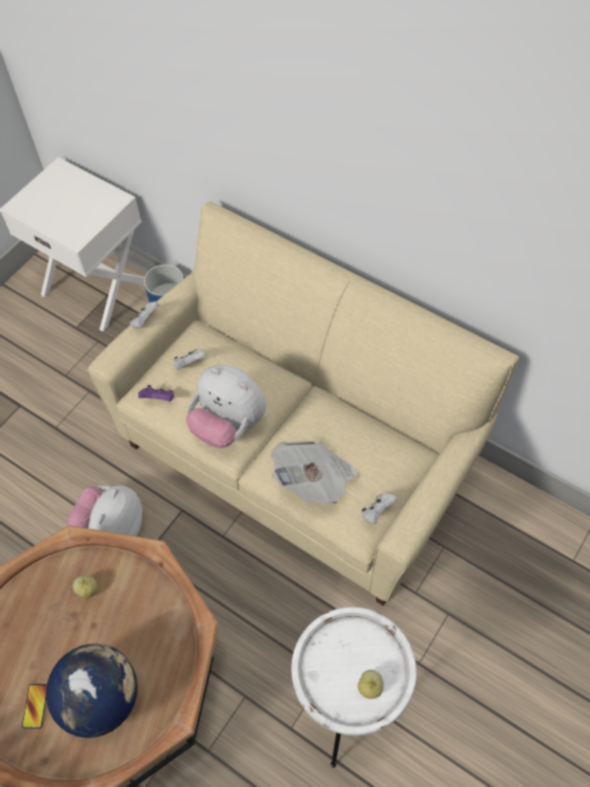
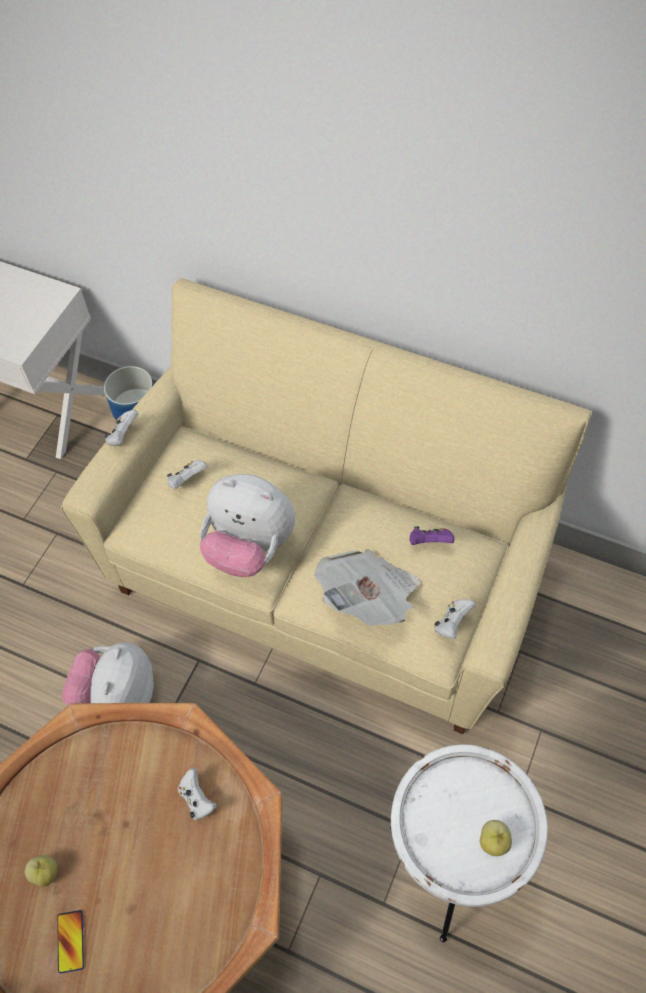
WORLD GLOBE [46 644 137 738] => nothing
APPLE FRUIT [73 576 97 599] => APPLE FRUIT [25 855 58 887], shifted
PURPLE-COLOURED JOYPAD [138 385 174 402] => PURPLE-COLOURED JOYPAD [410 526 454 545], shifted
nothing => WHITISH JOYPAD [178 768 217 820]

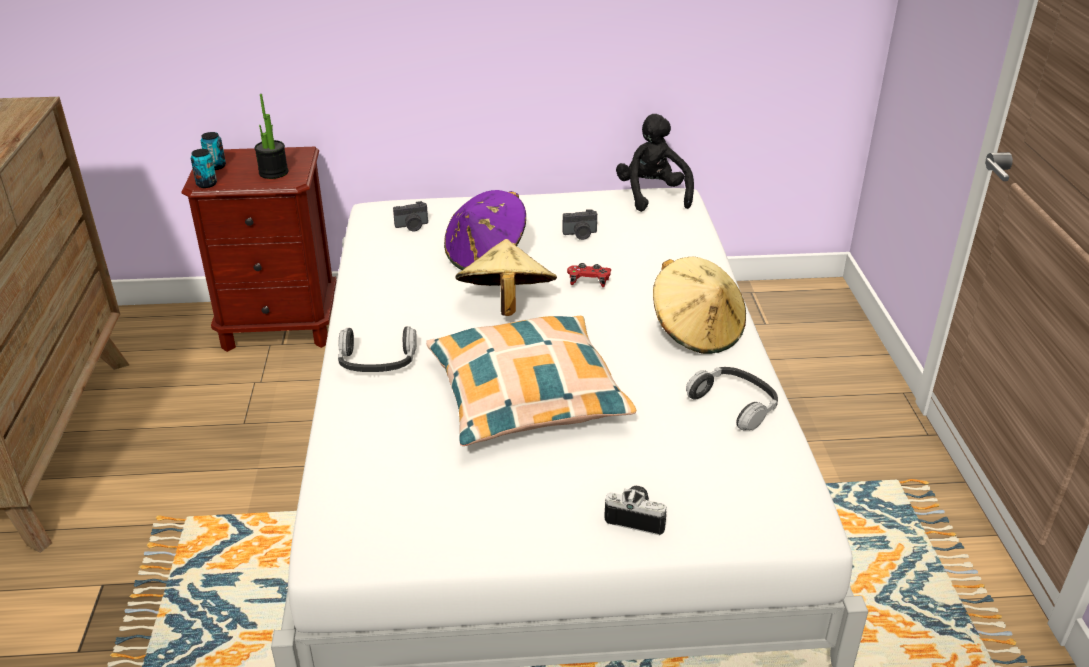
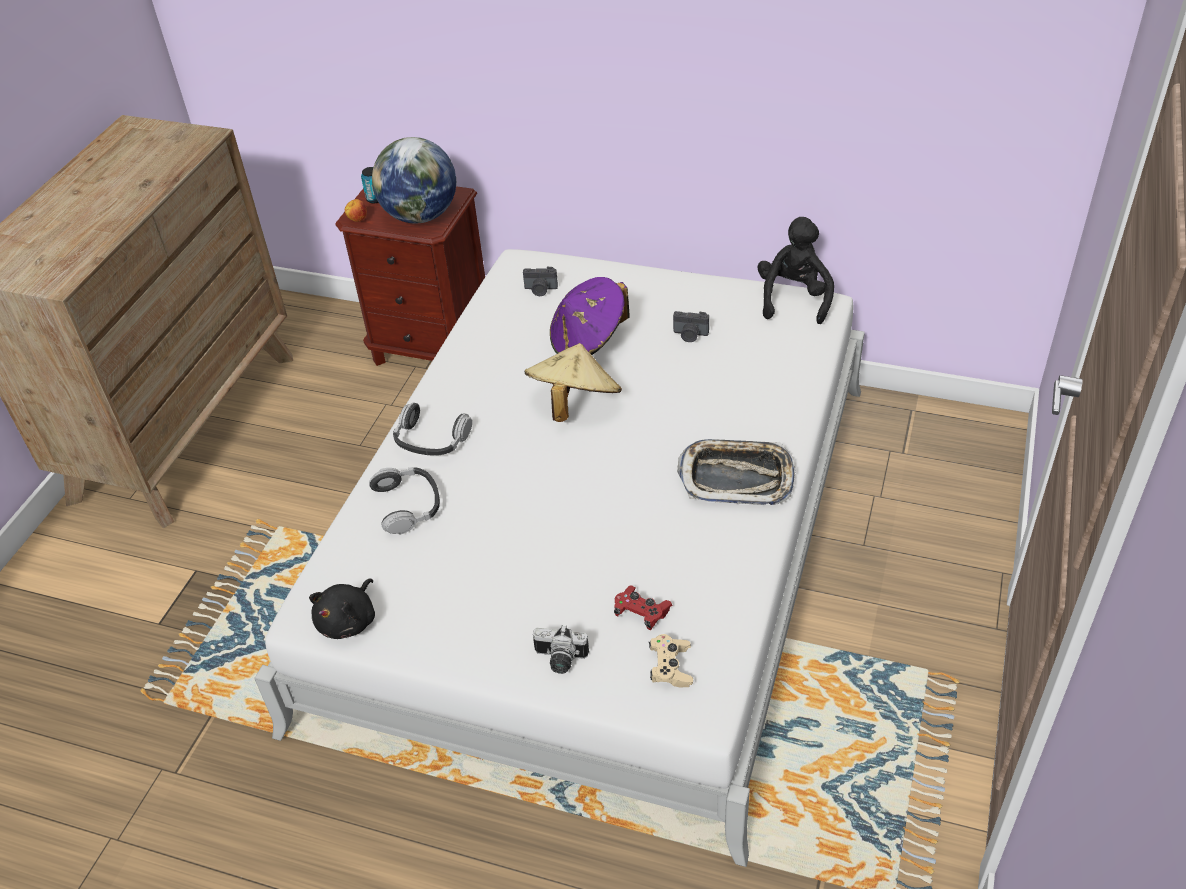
CAN [191 149 217 188] => APPLE FRUIT [345 199 367 222]
HOUSEPLANT [254 94 288 179] => WORLD GLOBE [372 137 456 223]
THROW PILLOW [426 316 636 446] => nothing
REDDISH JOYPAD [567 263 611 287] => REDDISH JOYPAD [614 585 672 630], shifted
STILL CAMERA [604 486 666 535] => STILL CAMERA [533 625 589 674], 150 degrees clockwise
BEIGE WEARABLE HAT [653 257 746 354] => SERVING TRAY [677 439 795 505]
PAIR OF HEADPHONES [686 367 778 431] => PAIR OF HEADPHONES [369 467 440 535], shifted
nothing => BLACKISH SOFT TOY [309 578 375 639]
nothing => BEIGE JOYPAD [649 634 693 687]

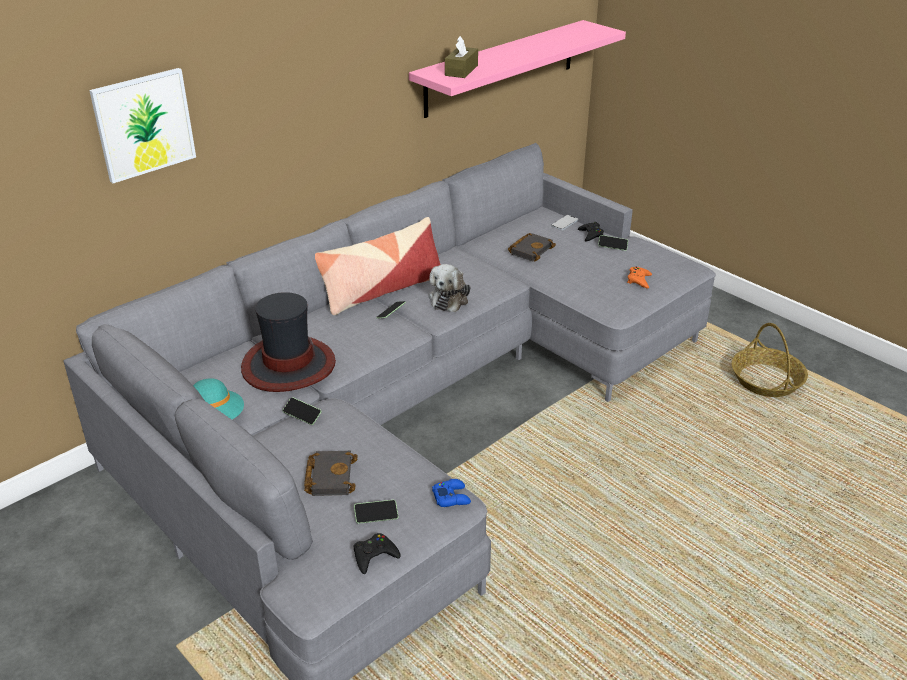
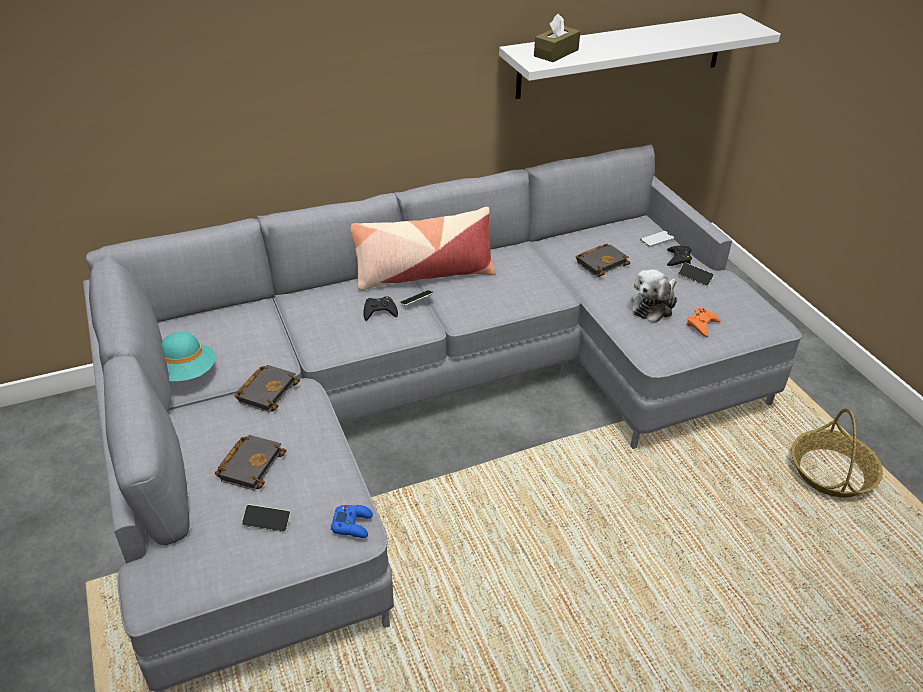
WALL ART [89 68 196 183] => nothing
WEARABLE HAT [241 292 336 392] => nothing
HANDSET [283 397 322 425] => BLACKISH BOUND BOOK [235 365 300 412]
BLACKISH JOYPAD [353 533 400 574] => BLACKISH JOYPAD [363 296 398 321], shifted
PINK BRACKET SHELF [409 20 626 118] => WHITISH BRACKET SHELF [499 13 781 99]
SOFT TOY [428 264 470 312] => SOFT TOY [631 269 677 323], shifted

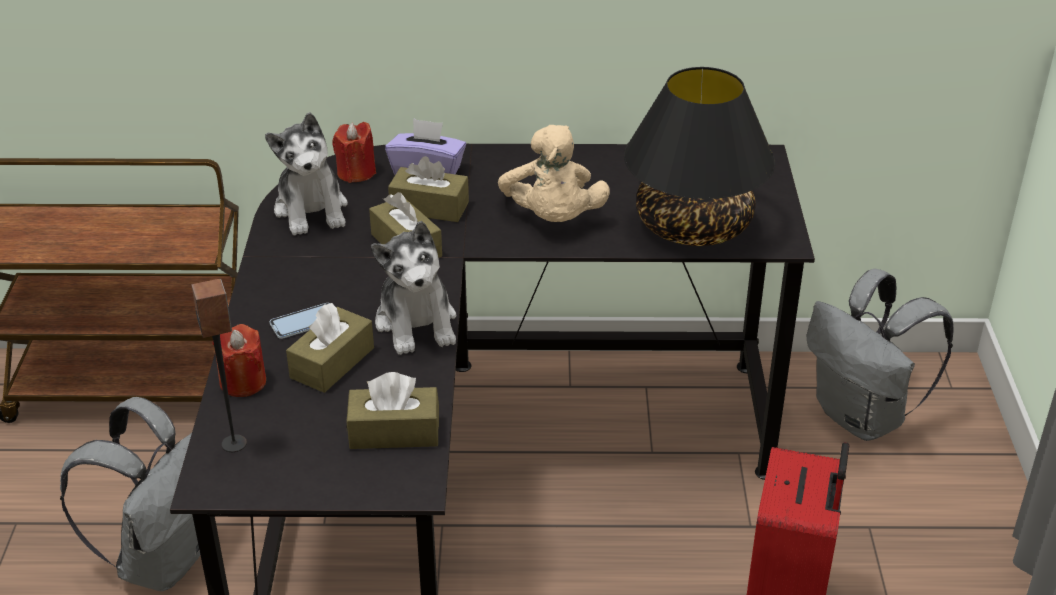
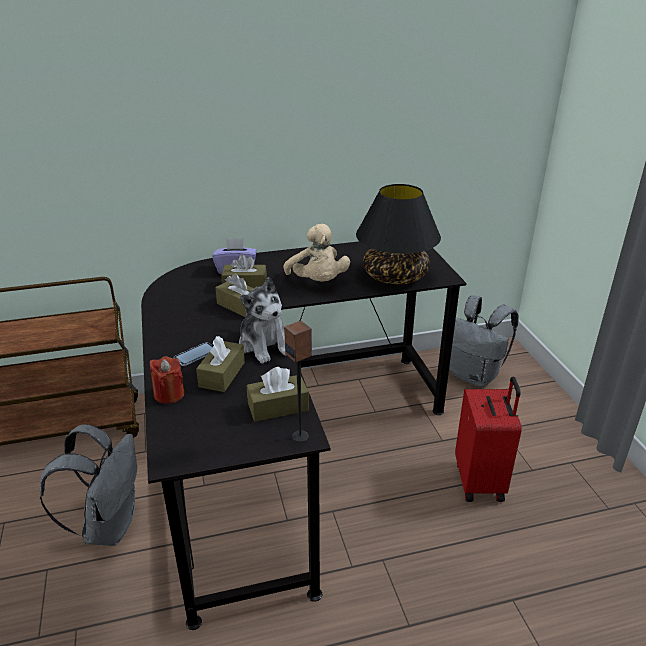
AUDIO SPEAKER [191 279 247 452] => AUDIO SPEAKER [284 321 312 442], shifted
SOFT TOY [265 112 348 235] => nothing
REDDISH CANDLE [332 122 376 183] => nothing

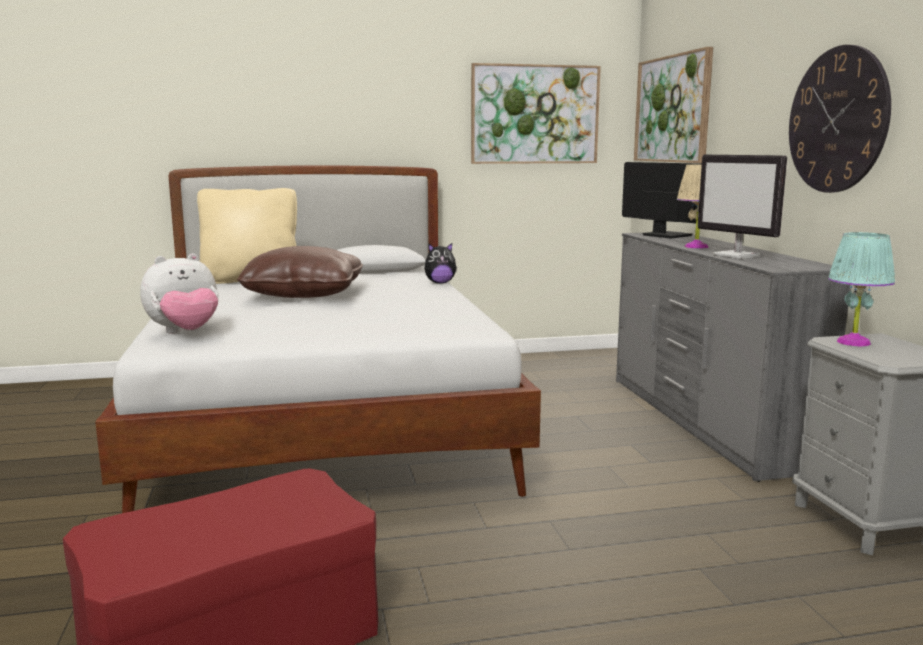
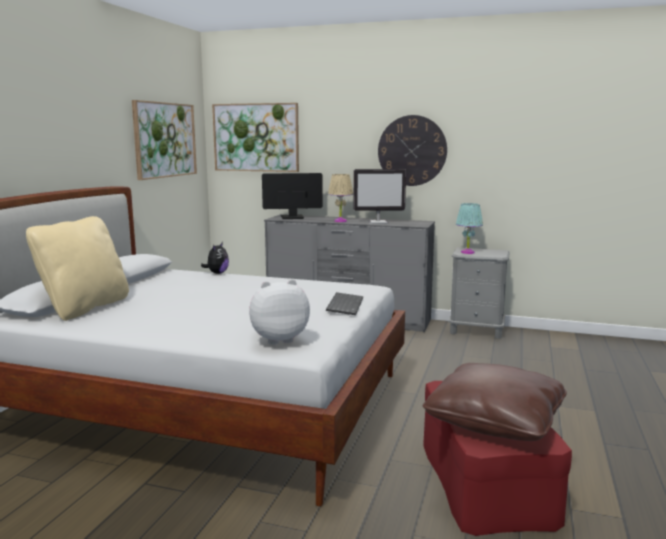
SOFT TOY [140 254 219 334] => SOFT TOY [249 279 310 345], 105 degrees counterclockwise
BROWN THROW PILLOW [237 246 363 298] => BROWN THROW PILLOW [423 363 567 441], shifted
nothing => KEYBOARD [326 292 363 315]

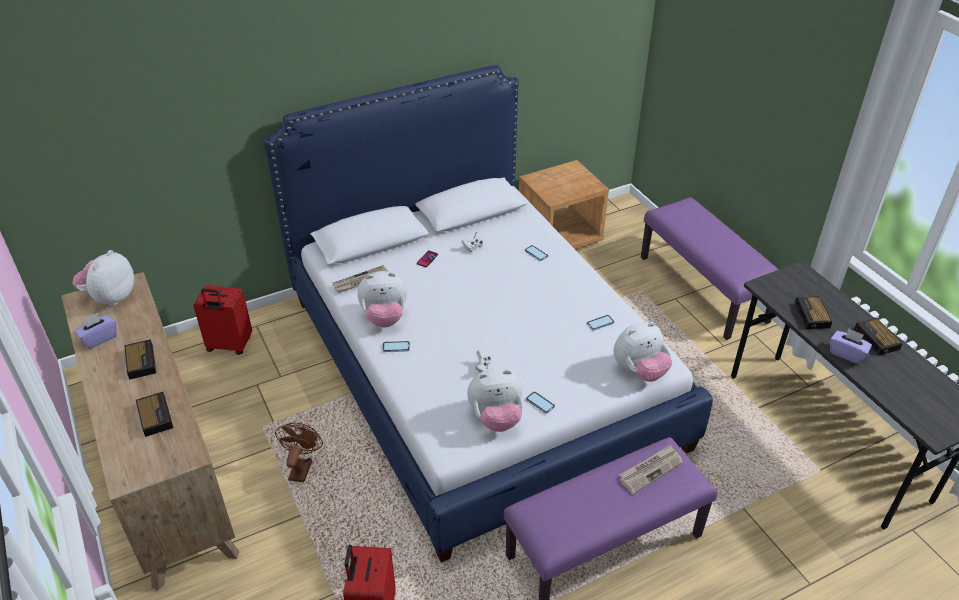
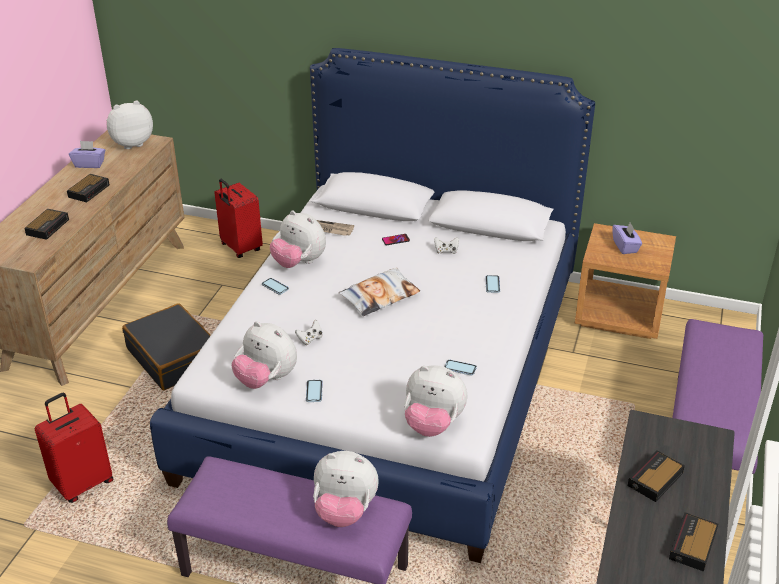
BROWN ELECTRIC FAN [275 423 323 482] => BLACKISH TRAVEL CASE [122 303 211 390]
NEWSPAPER [619 444 683 494] => SOFT TOY [313 451 379 527]
PURPLE-COLOURED TISSUE HOLDER [830 328 872 364] => PURPLE-COLOURED TISSUE HOLDER [613 223 642 254], shifted
nothing => THROW PILLOW [339 268 420 316]

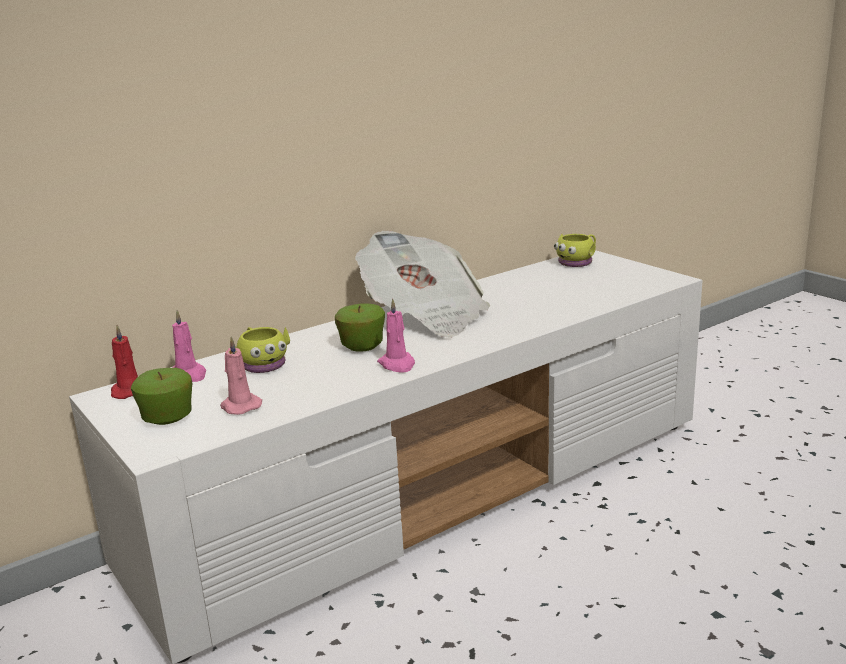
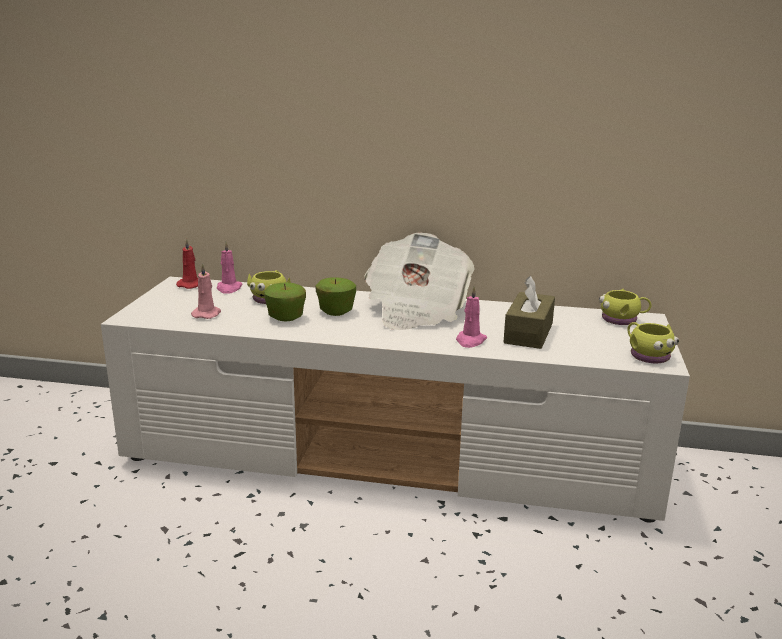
APPLE FRUIT [131 368 192 425] => APPLE FRUIT [264 282 306 321], shifted
PINK CANDLE [377 298 415 373] => PINK CANDLE [456 286 487 348], shifted
nothing => BROWN TISSUE HOLDER [503 276 555 349]
nothing => YELLOWISH COFFEE MUG [627 322 679 363]

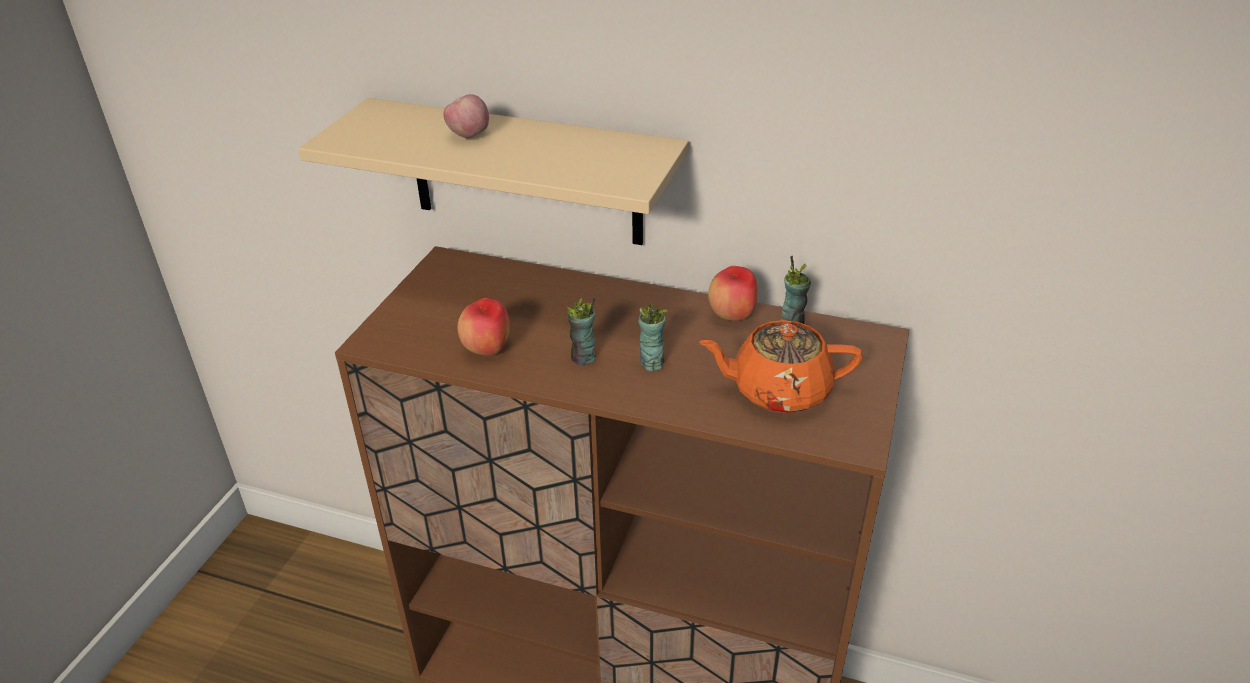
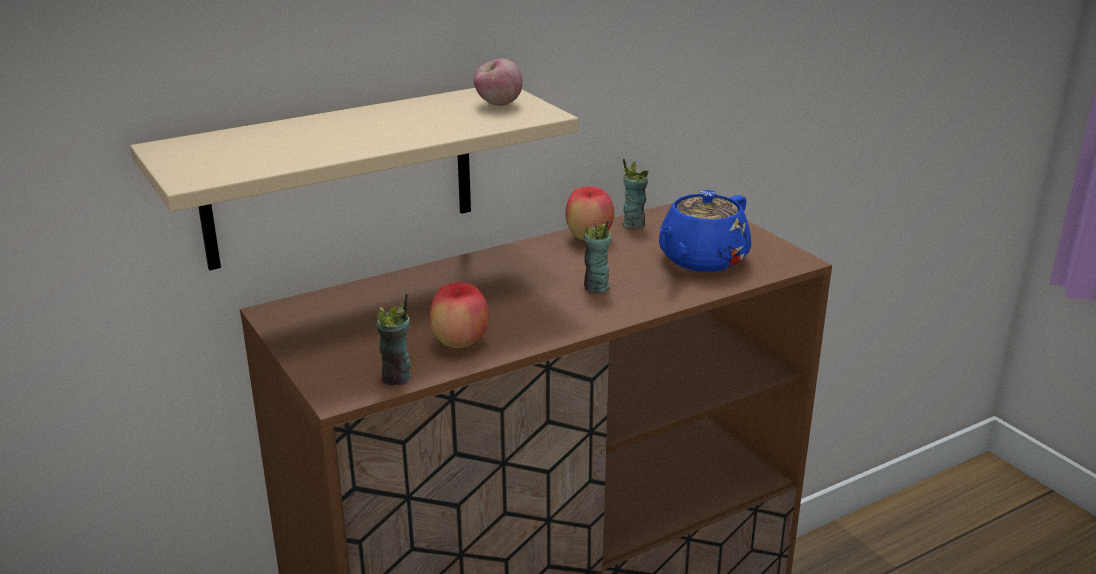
APPLE FRUIT [443 94 489 138] => APPLE FRUIT [474 58 523 106], shifted
DRINKING CUP [567 297 596 366] => DRINKING CUP [376 294 411 385], shifted
ORANGE TEA POT [699 320 863 413] => BLUISH TEA POT [659 190 751 272]

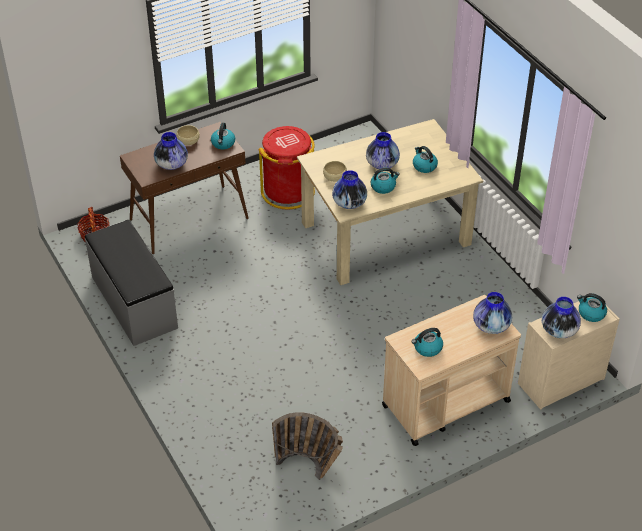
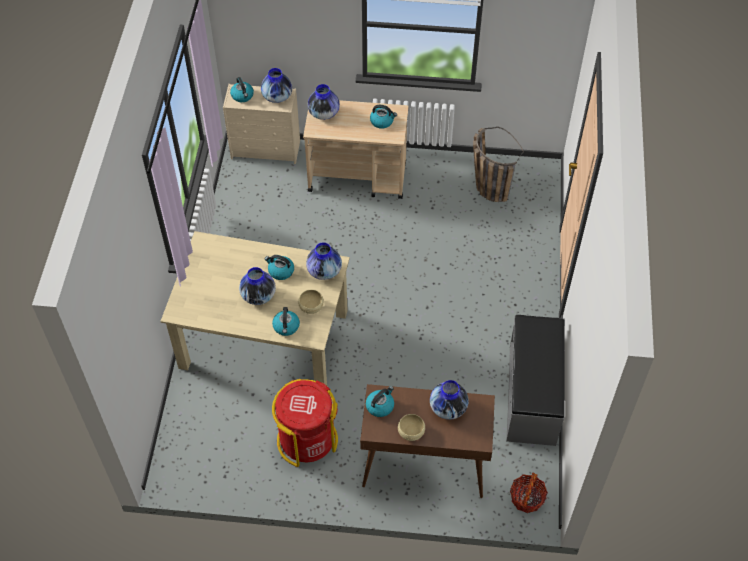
TEA KETTLE [413 146 438 173] => TEA KETTLE [272 307 300 336], shifted

